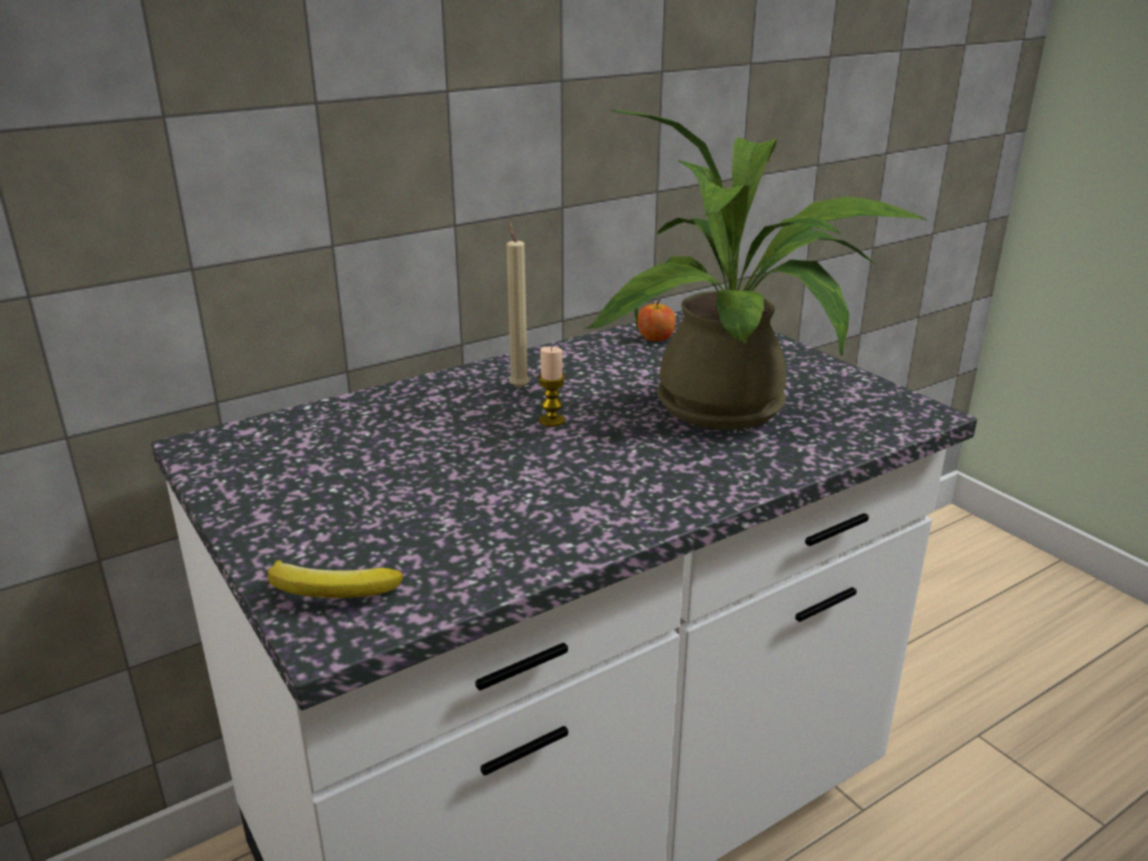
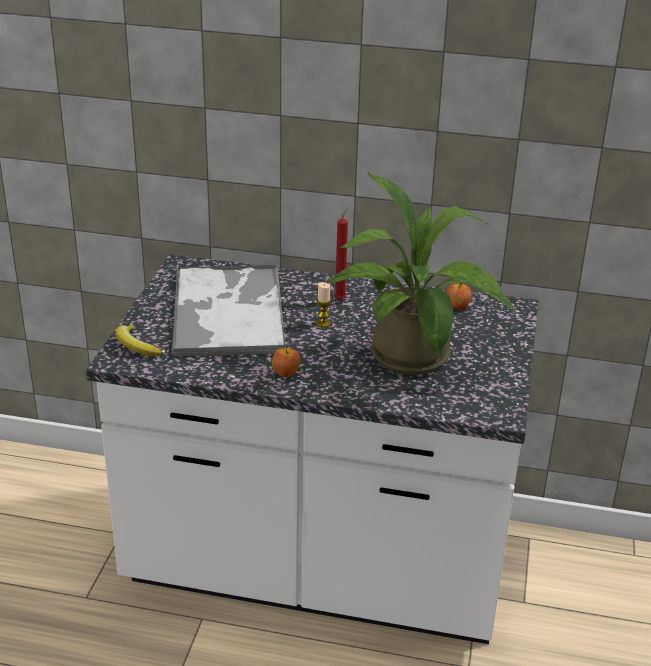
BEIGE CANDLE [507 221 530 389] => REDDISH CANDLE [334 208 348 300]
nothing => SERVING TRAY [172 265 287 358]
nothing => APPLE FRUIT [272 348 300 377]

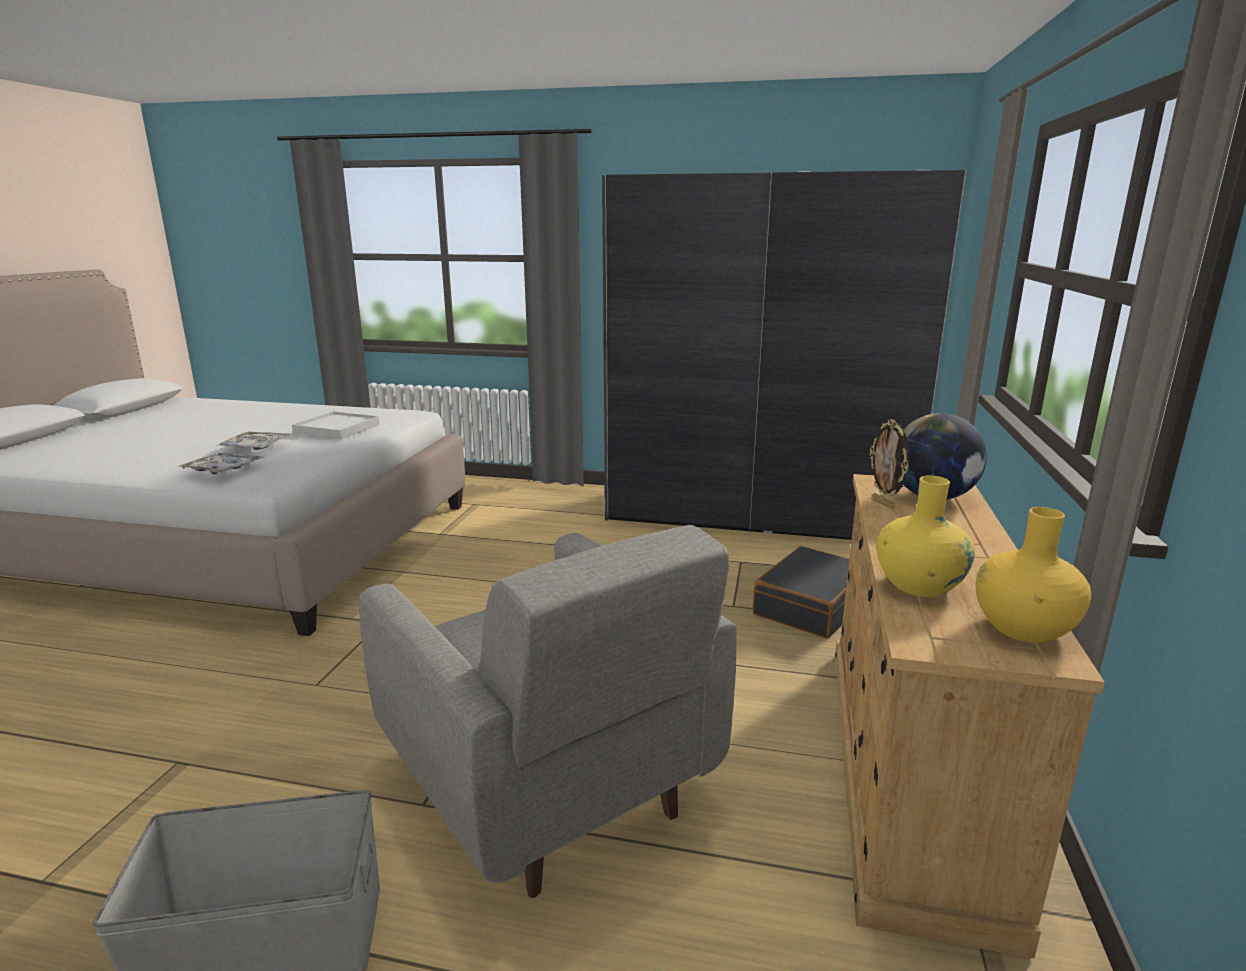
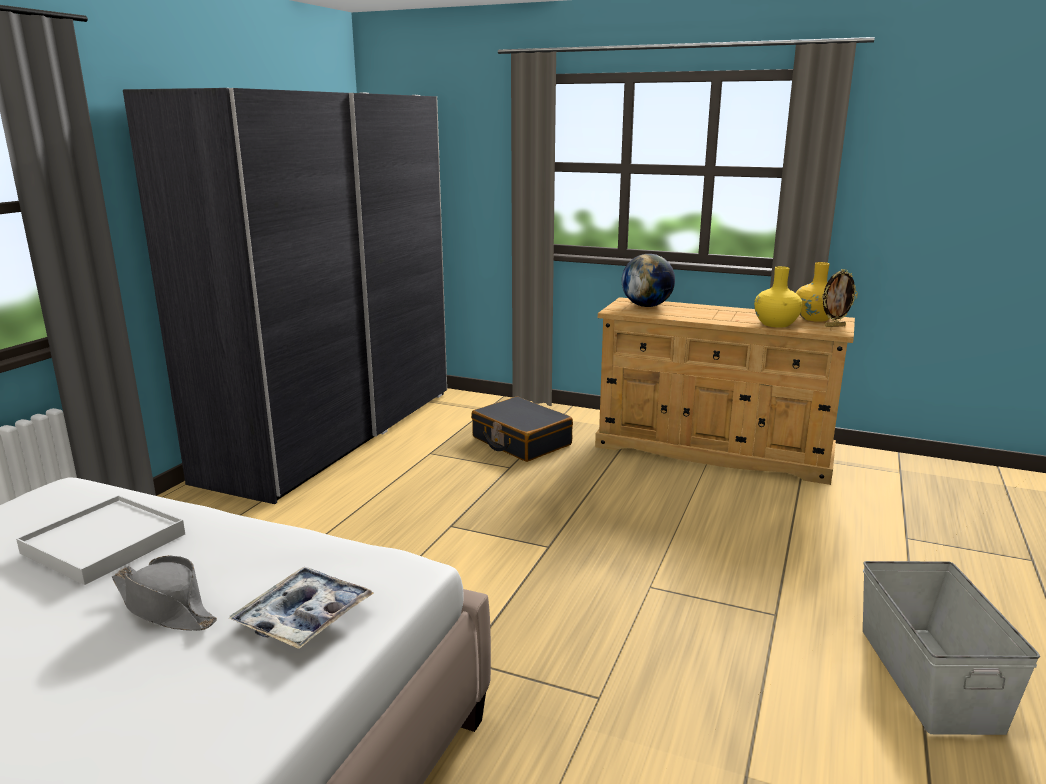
SERVING TRAY [217 432 291 450] => GREYISH WEARABLE HAT [112 555 217 631]
GREYISH EASY CHAIR [359 525 737 898] => nothing
PHOTO FRAME [870 419 909 509] => PHOTO FRAME [822 269 858 327], shifted

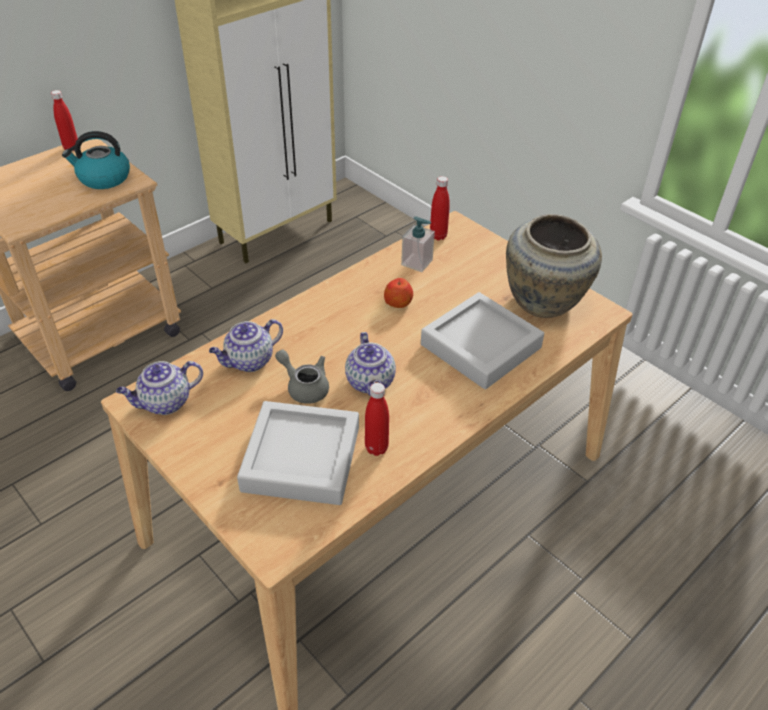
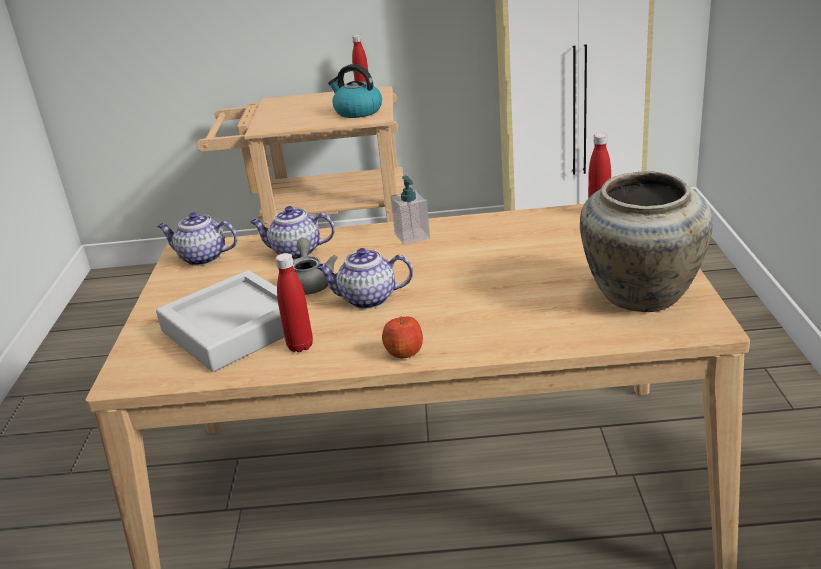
TEA POT [345 332 396 396] => TEA POT [316 248 413 309], 60 degrees clockwise
APPLE FRUIT [384 278 413 308] => APPLE FRUIT [382 316 423 358], shifted
SOAP DISPENSER [401 216 435 272] => SOAP DISPENSER [391 176 430 245], shifted
GREYISH SERVING TRAY [421 292 544 389] => nothing

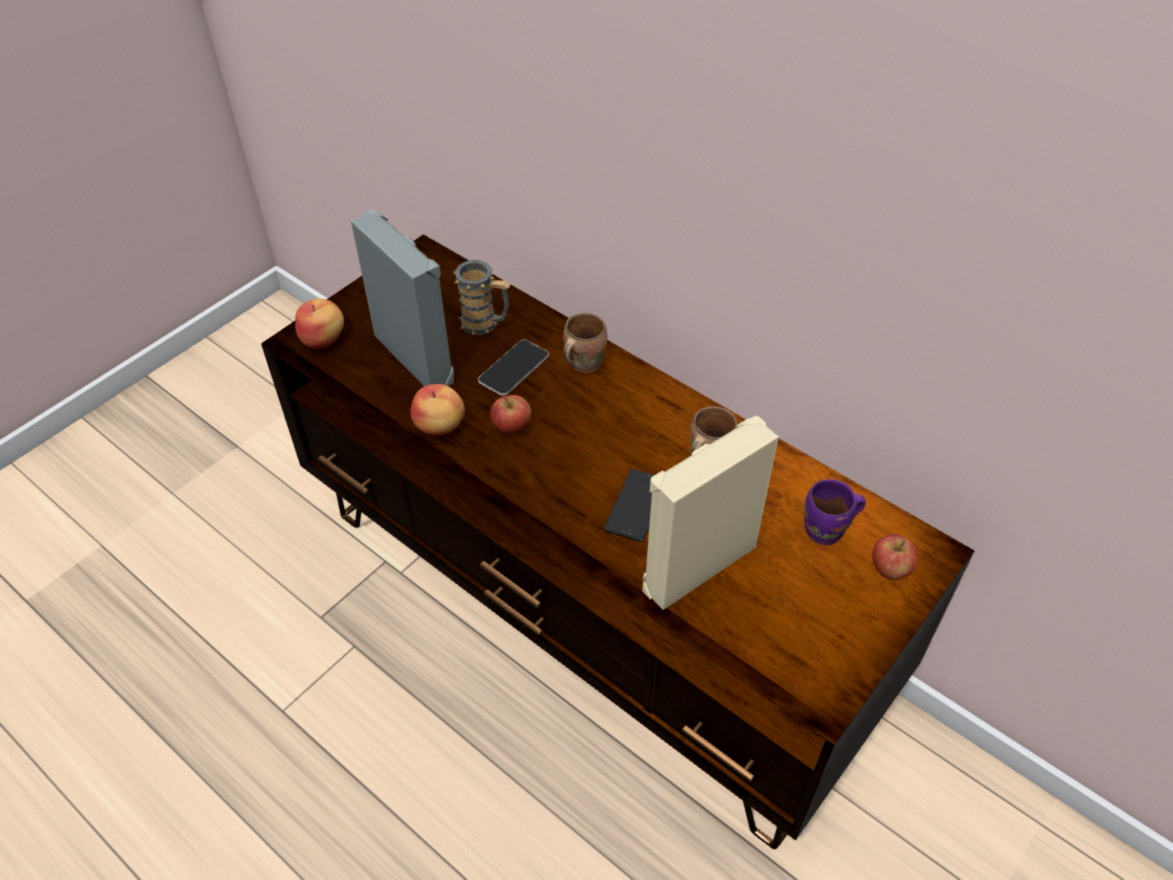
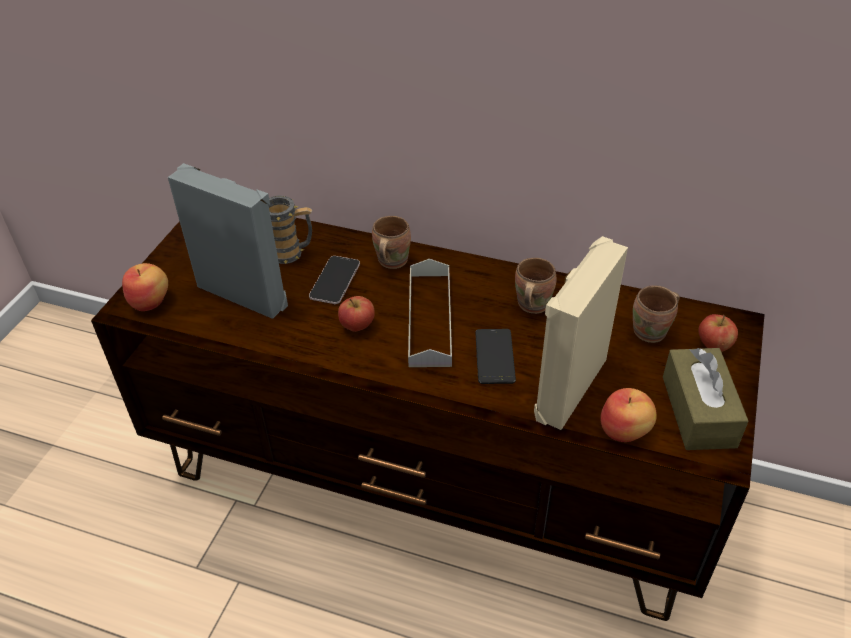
APPLE FRUIT [410 384 465 436] => APPLE FRUIT [600 388 657 442], shifted
PURPLE-COLOURED COFFEE MUG [804 479 866 545] => BROWN COFFEE MUG [633 285 680 343]
nothing => GREYISH SERVING TRAY [408 259 452 367]
nothing => BROWN TISSUE HOLDER [663 348 748 450]

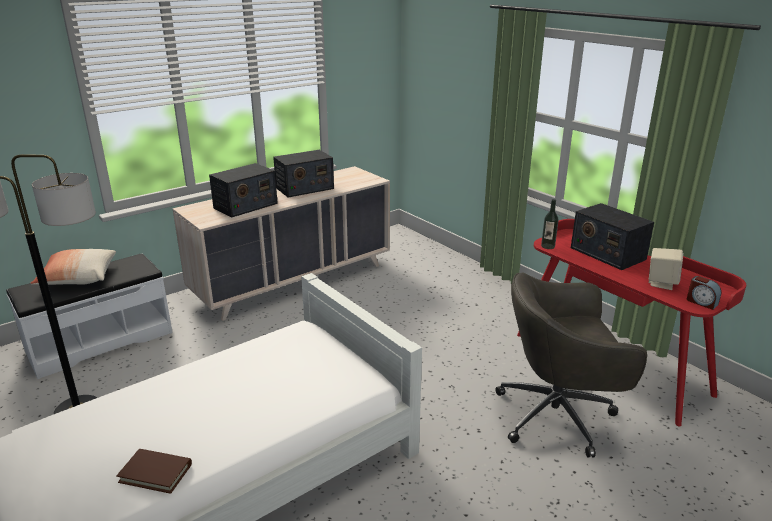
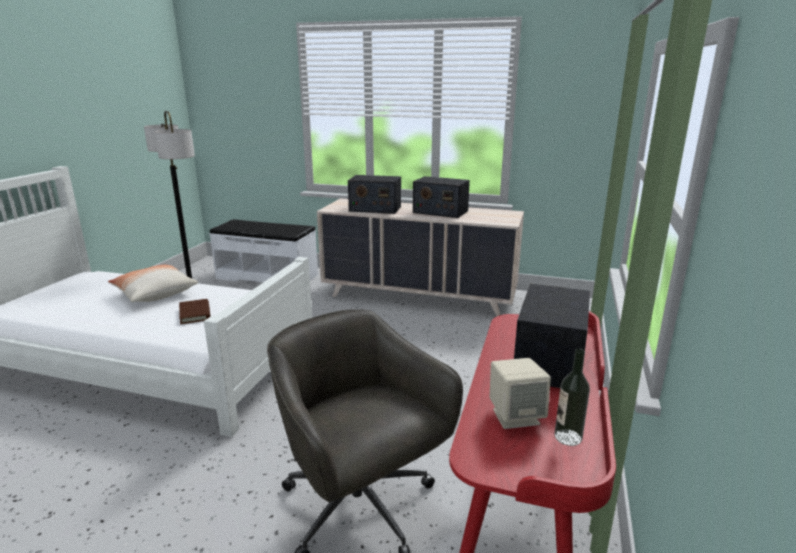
THROW PILLOW [30 249 116 285] => THROW PILLOW [108 265 198 302], shifted
BROWN BOUND BOOK [116 449 192 494] => BROWN BOUND BOOK [179 299 211 324], shifted
DRINK BOTTLE [541 199 559 249] => DRINK BOTTLE [554 349 590 446], shifted
TABLE CLOCK [687 276 721 310] => nothing

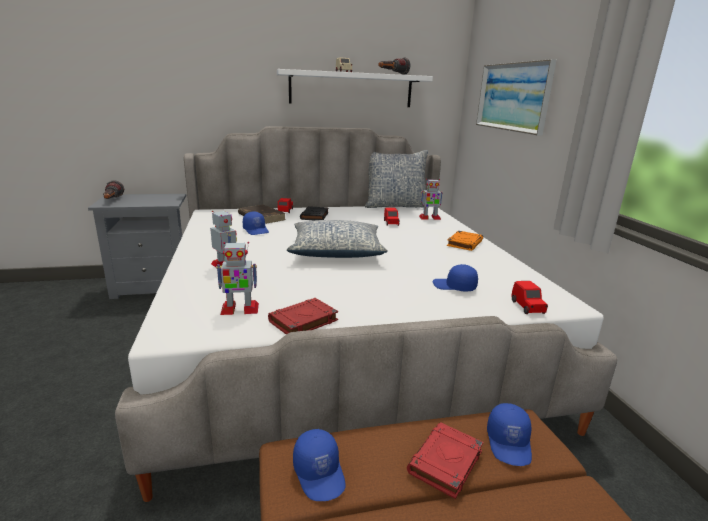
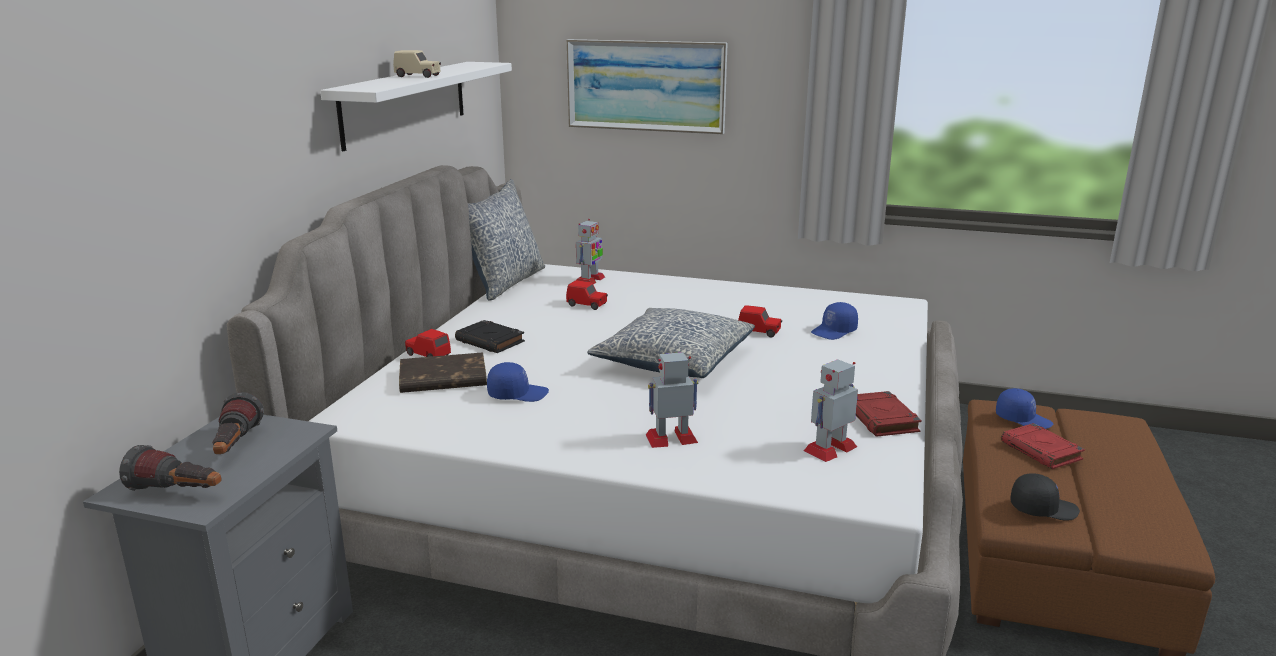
ROBOT FIGURE [216 242 259 315] => ROBOT FIGURE [804 359 858 462], 150 degrees counterclockwise
BLUISH PEAKED CAP [293 429 346 501] => BLACKISH PEAKED CAP [1010 473 1080 521]
FLASHLIGHT [378 57 410 75] => FLASHLIGHT [212 392 264 454], shifted
ORANGE BOUND BOOK [447 231 483 251] => nothing
REDDISH TOY CAR [511 281 548 314] => REDDISH TOY CAR [738 305 782 337], shifted

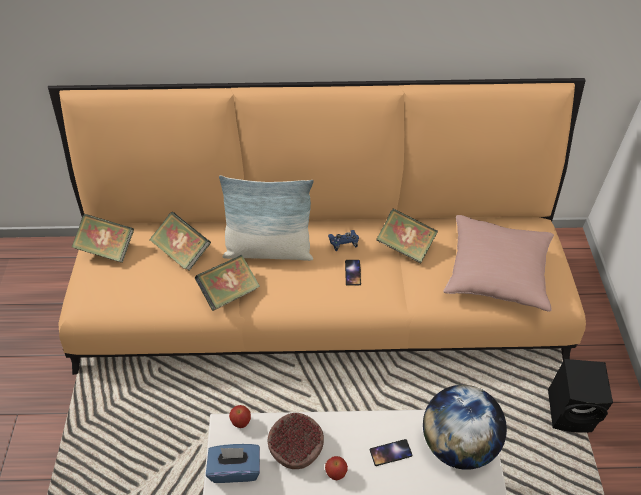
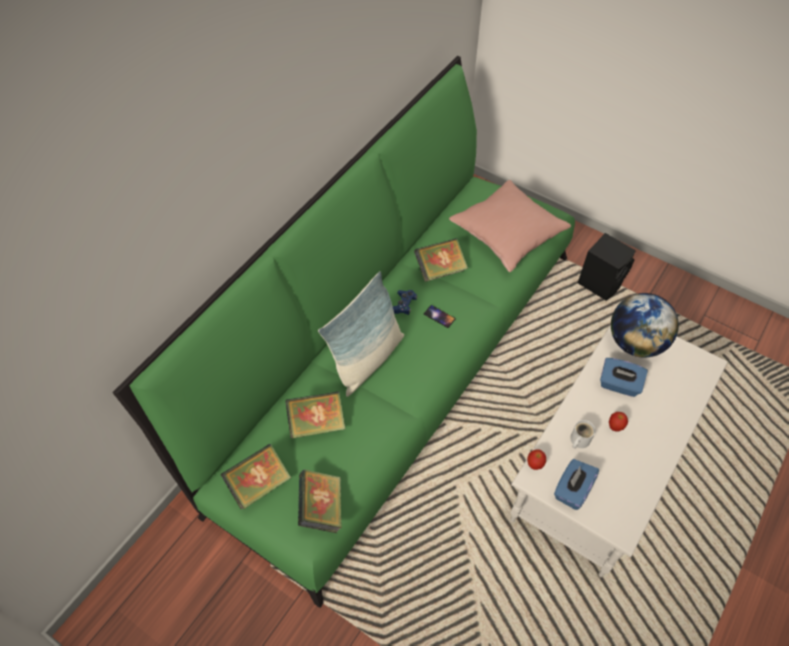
ORANGE COUCH [48 78 586 375] => GREENISH COUCH [113 56 575 608]
BOUND BOOK [195 255 260 311] => BOUND BOOK [298 469 342 533], shifted
SERVING BOWL [268 413 324 469] => WHITISH COFFEE MUG [570 420 596 449]
HANDSET [370 439 412 466] => BLUISH TISSUE HOLDER [600 358 648 397]

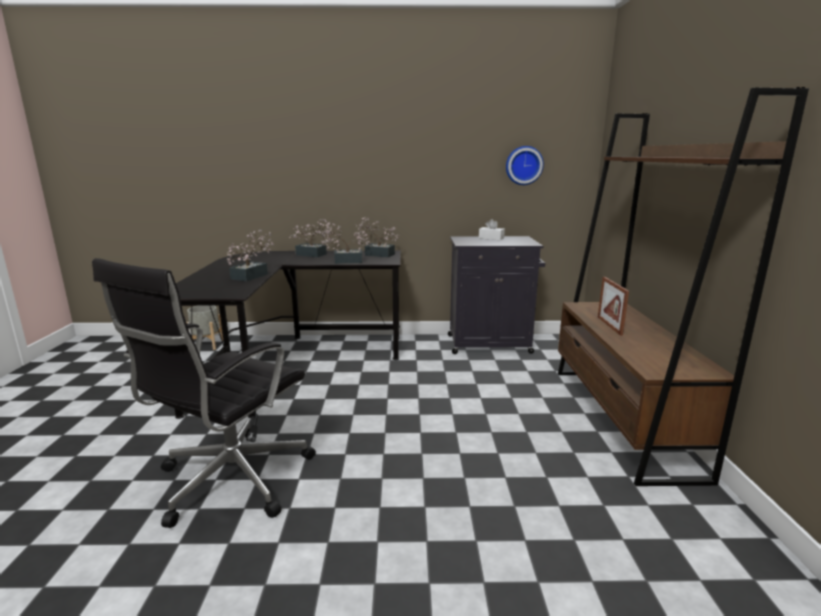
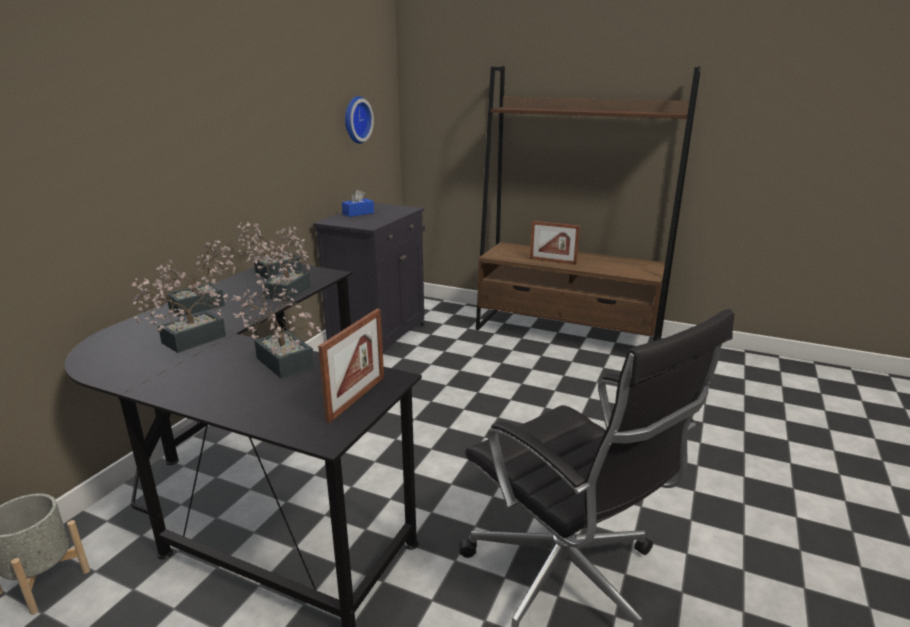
WHITISH TISSUE HOLDER [479 219 505 240] => BLUISH TISSUE HOLDER [342 190 374 217]
nothing => HOUSEPLANT [131 278 228 353]
nothing => PHOTO FRAME [318 309 384 423]

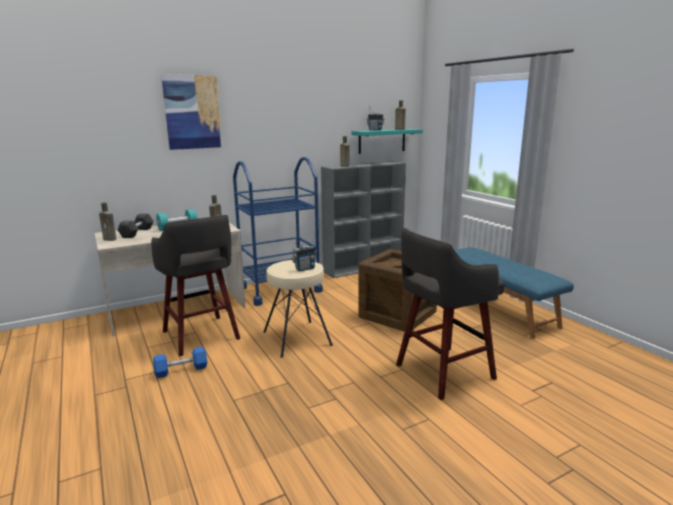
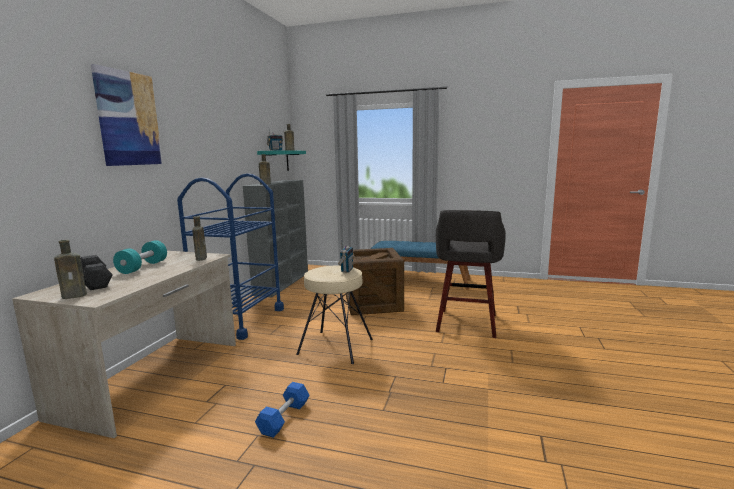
GREYISH SITTING STOOL [151 215 240 356] => nothing

